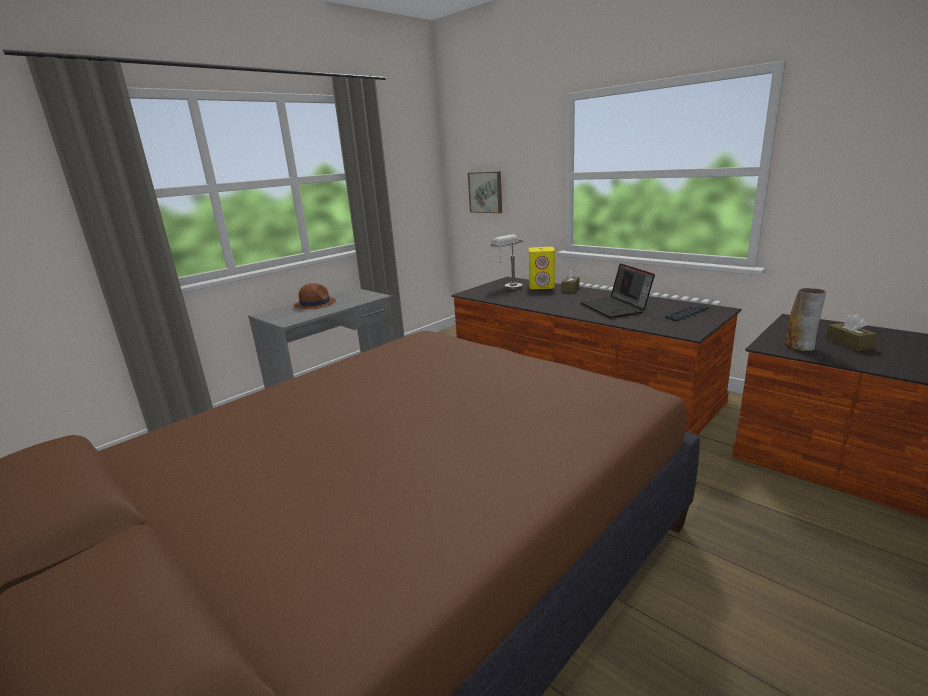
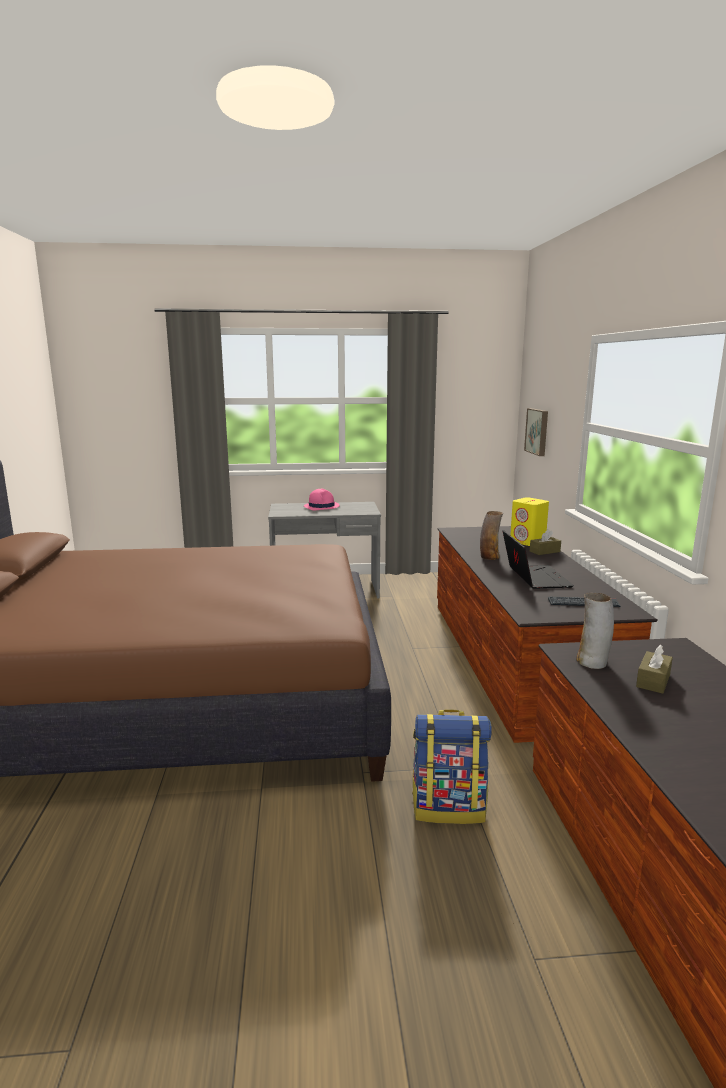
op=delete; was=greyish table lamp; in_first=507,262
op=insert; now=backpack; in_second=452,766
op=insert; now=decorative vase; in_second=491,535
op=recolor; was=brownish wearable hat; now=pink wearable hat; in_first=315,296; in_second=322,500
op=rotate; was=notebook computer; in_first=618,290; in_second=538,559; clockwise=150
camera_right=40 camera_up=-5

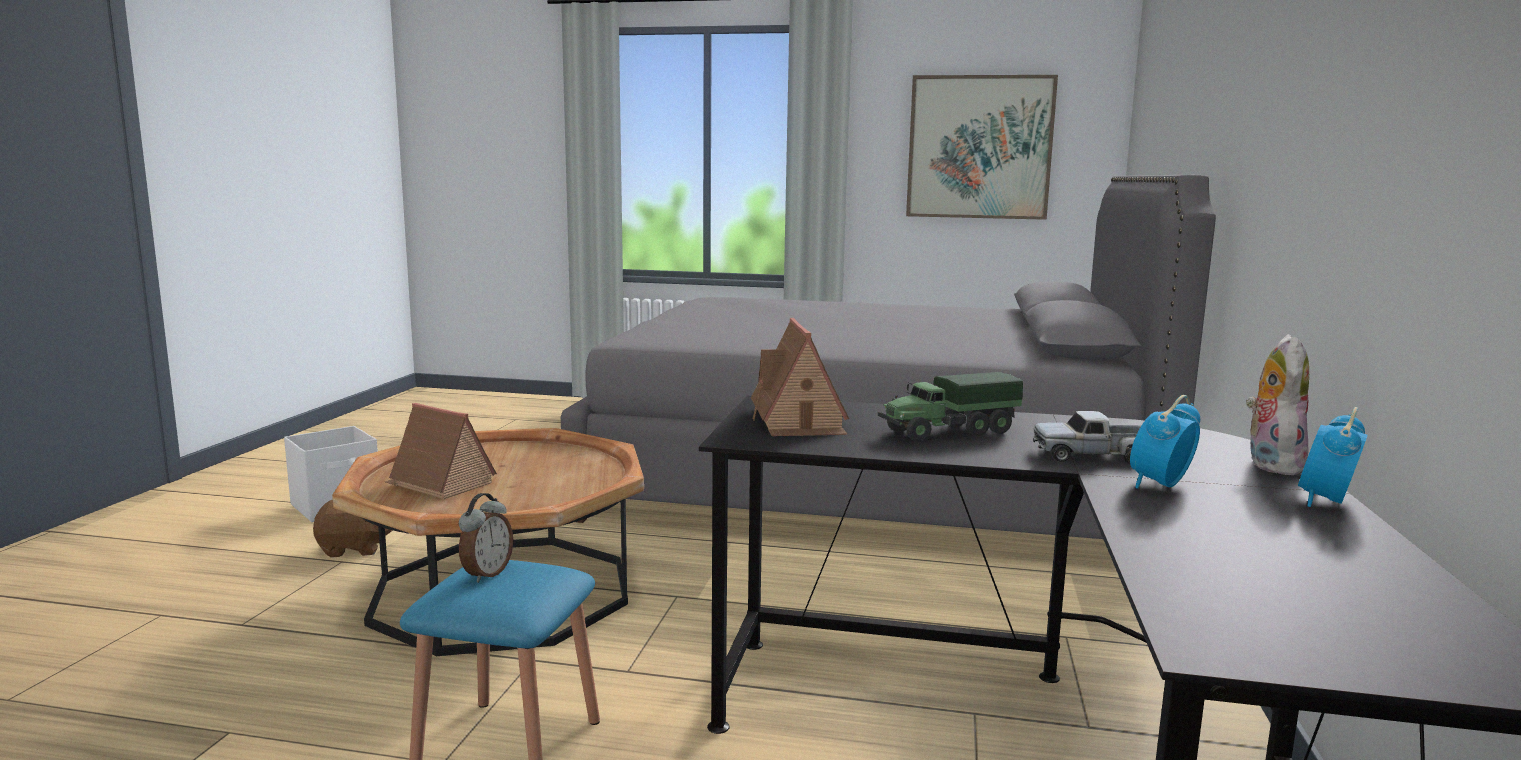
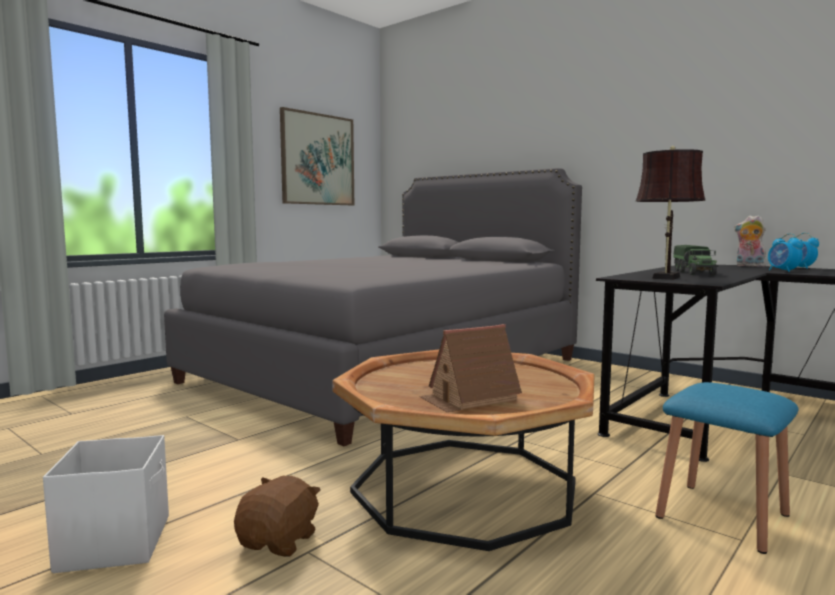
op=delete; was=bedside clock; in_first=486,538
op=delete; was=model truck; in_first=1087,437
op=replace; was=miniature house; now=brownish table lamp; in_first=800,377; in_second=670,213
camera_right=-60 camera_up=-5

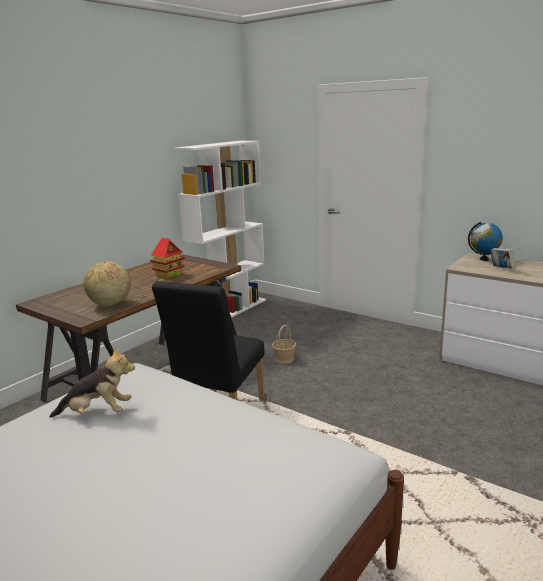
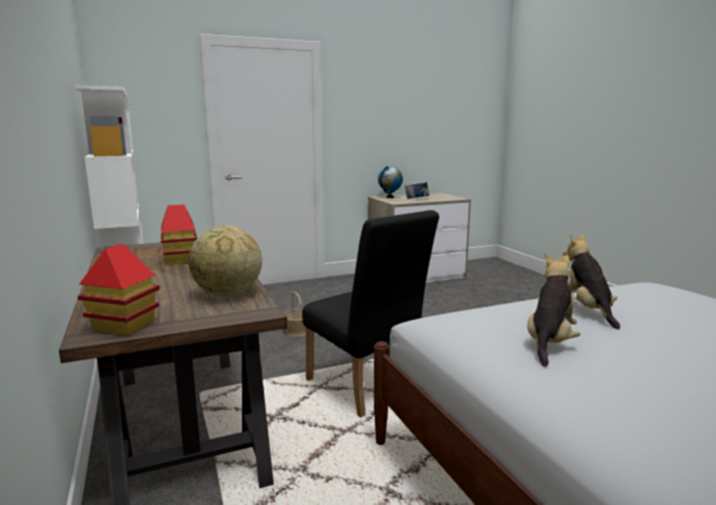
op=insert; now=miniature house; in_second=119,289
op=insert; now=plush toy; in_second=591,281
camera_right=-60 camera_up=-5

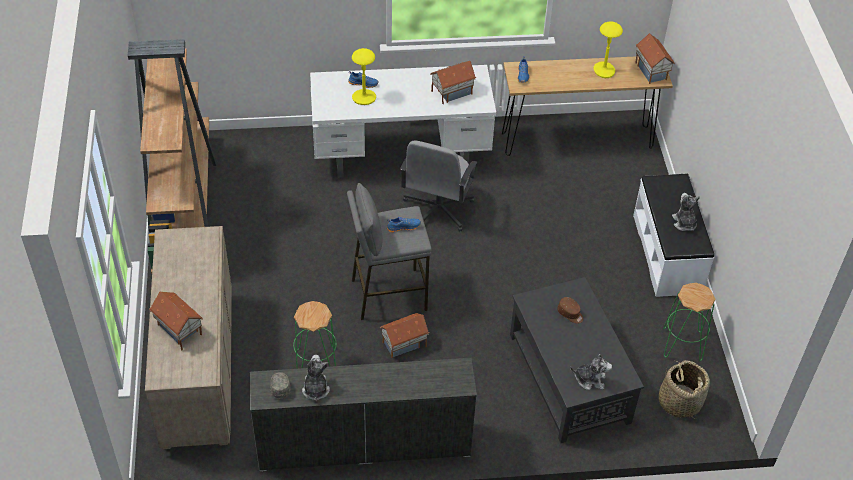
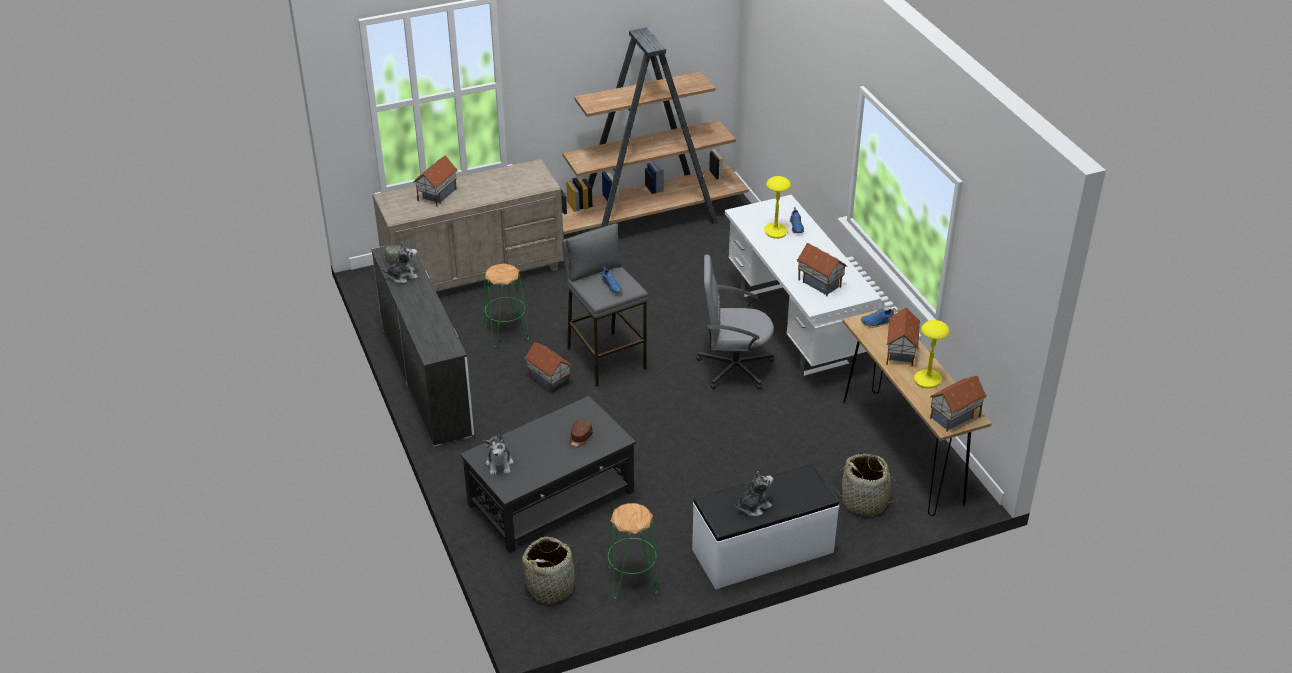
op=insert; now=storage basket; in_second=868,485
op=insert; now=miniature house; in_second=903,337
camera_right=75 camera_up=-10

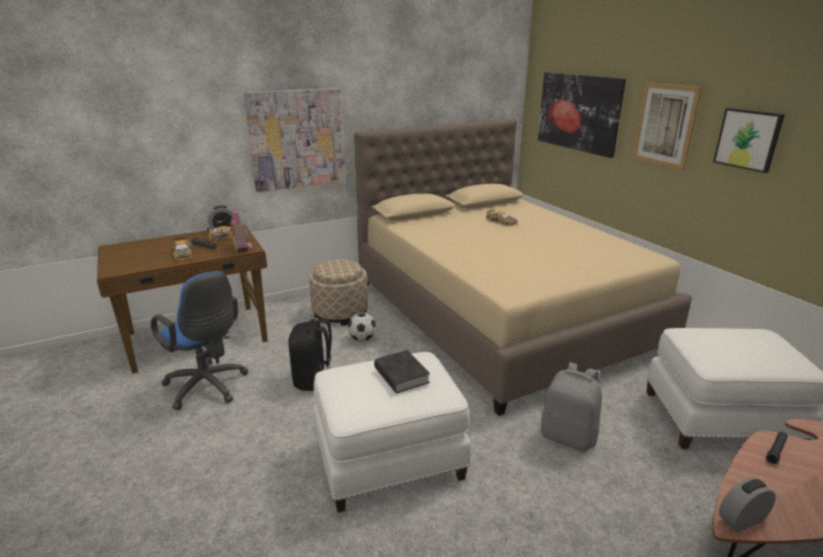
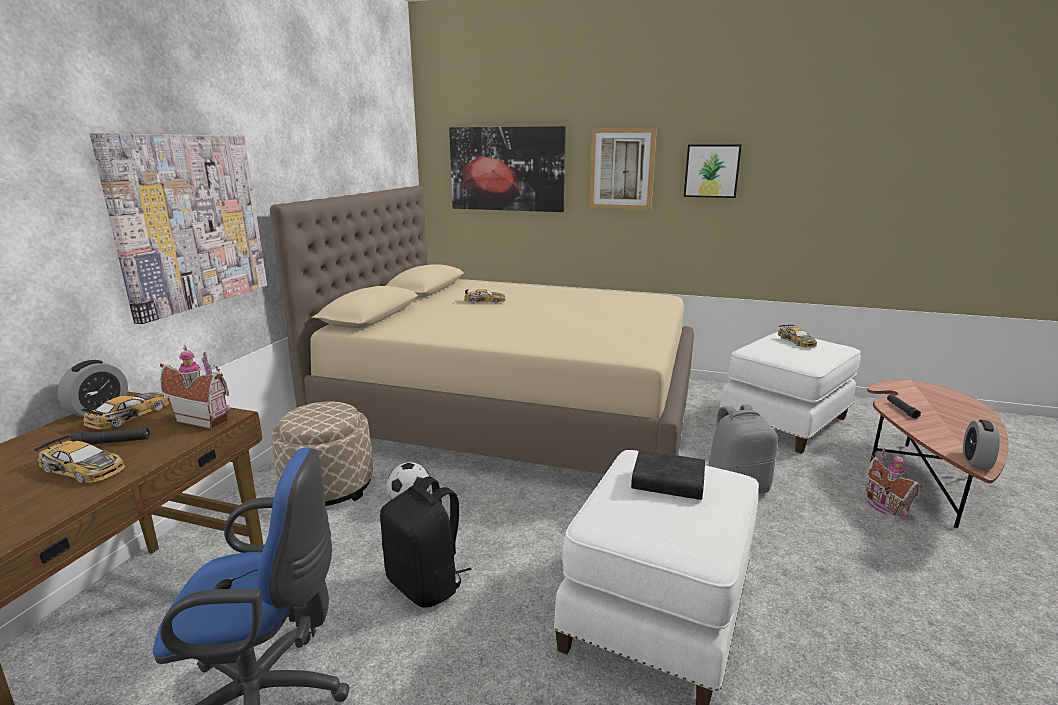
op=insert; now=model car; in_second=797,336
op=insert; now=miniature house; in_second=894,481
camera_right=-45 camera_up=-5

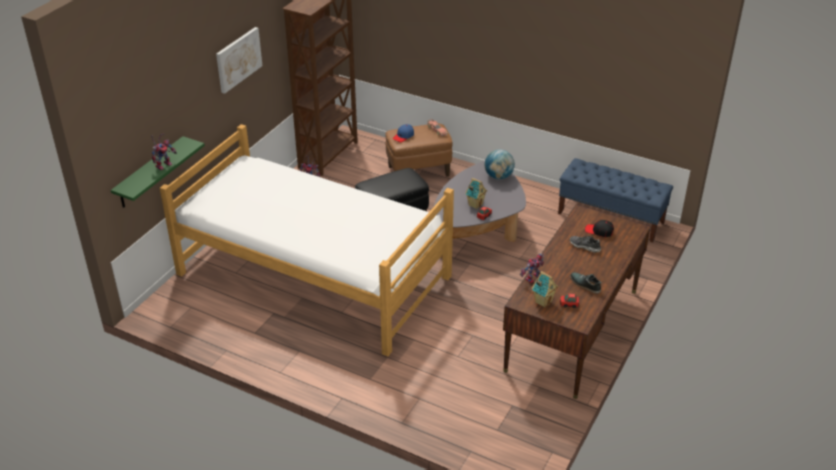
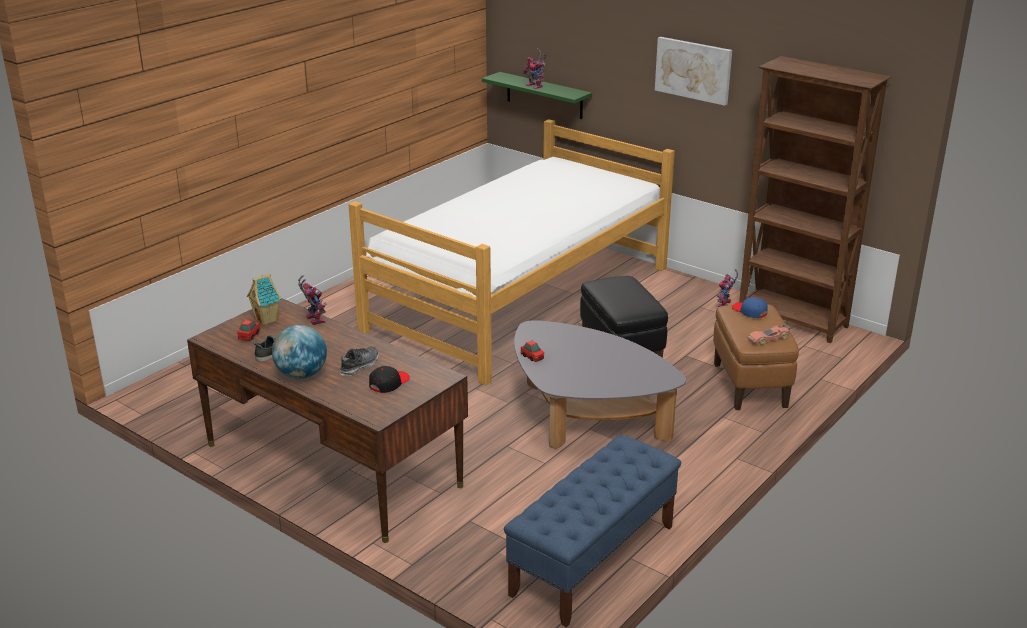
op=delete; was=miniature house; in_first=476,193
op=move; was=desk globe; in_first=500,164; in_second=299,352
camera_right=100 camera_up=-10

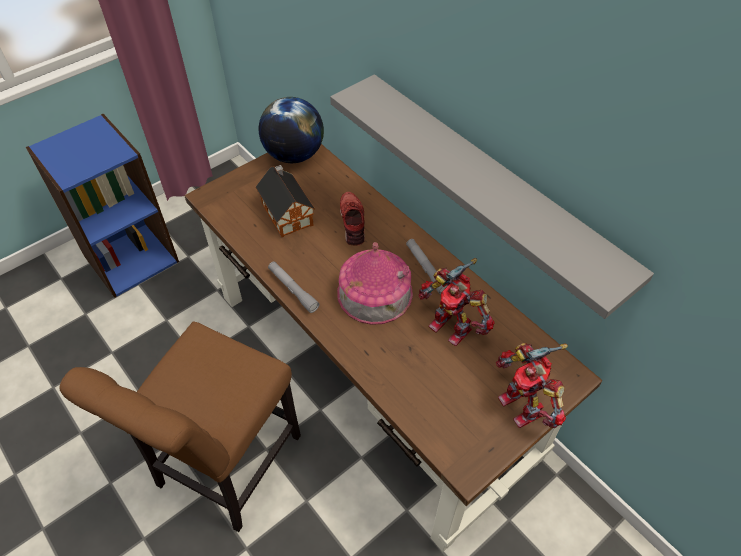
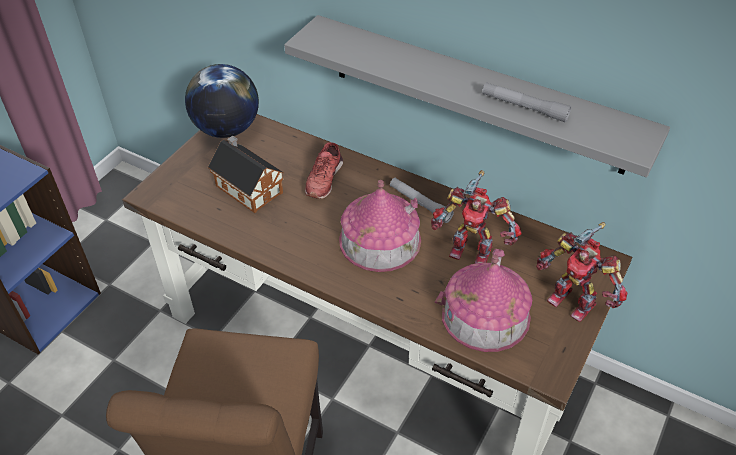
op=insert; now=miniature house; in_second=483,300
op=move; was=greyish hand torch; in_first=293,287; in_second=526,102
op=rotate; was=reddish low shoe; in_first=352,219; in_second=324,170; clockwise=-135
camera_right=-20 camera_up=-5

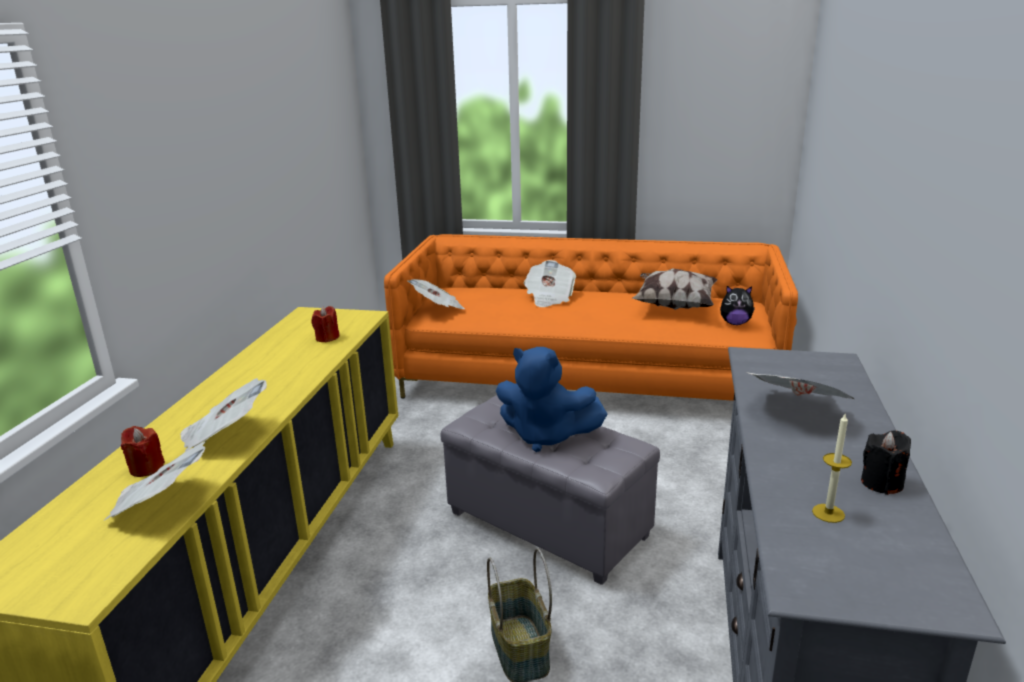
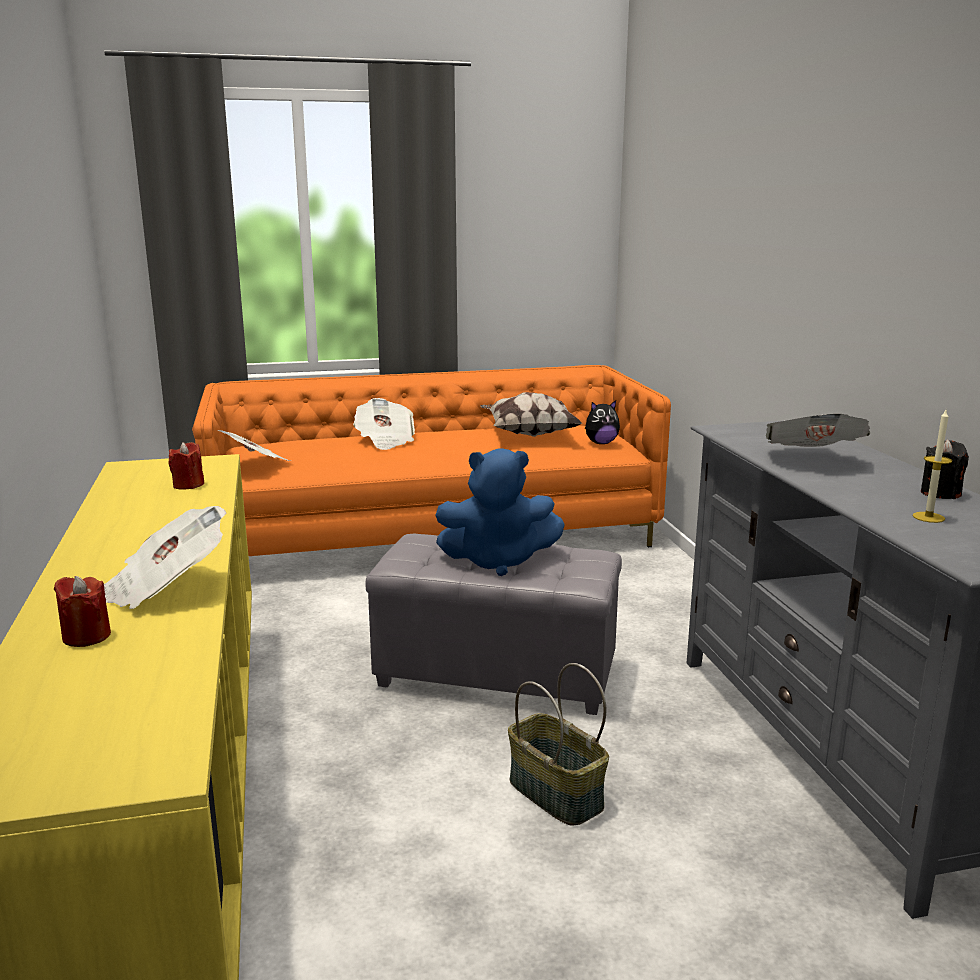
op=delete; was=printed paper; in_first=155,480
camera_right=-25 camera_up=-5

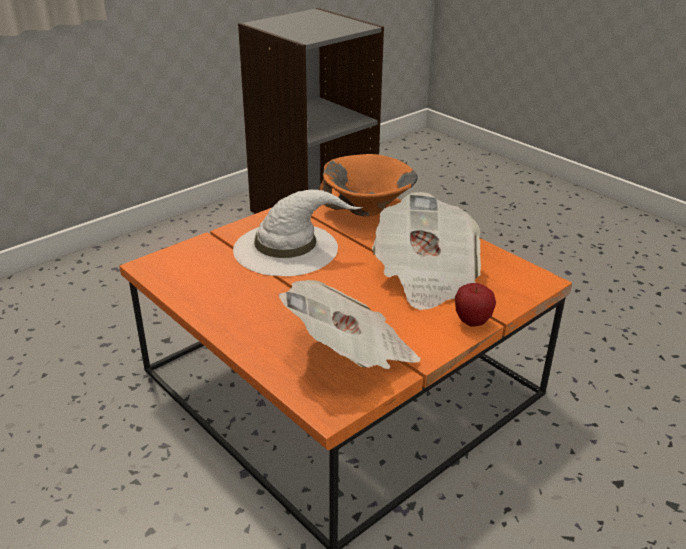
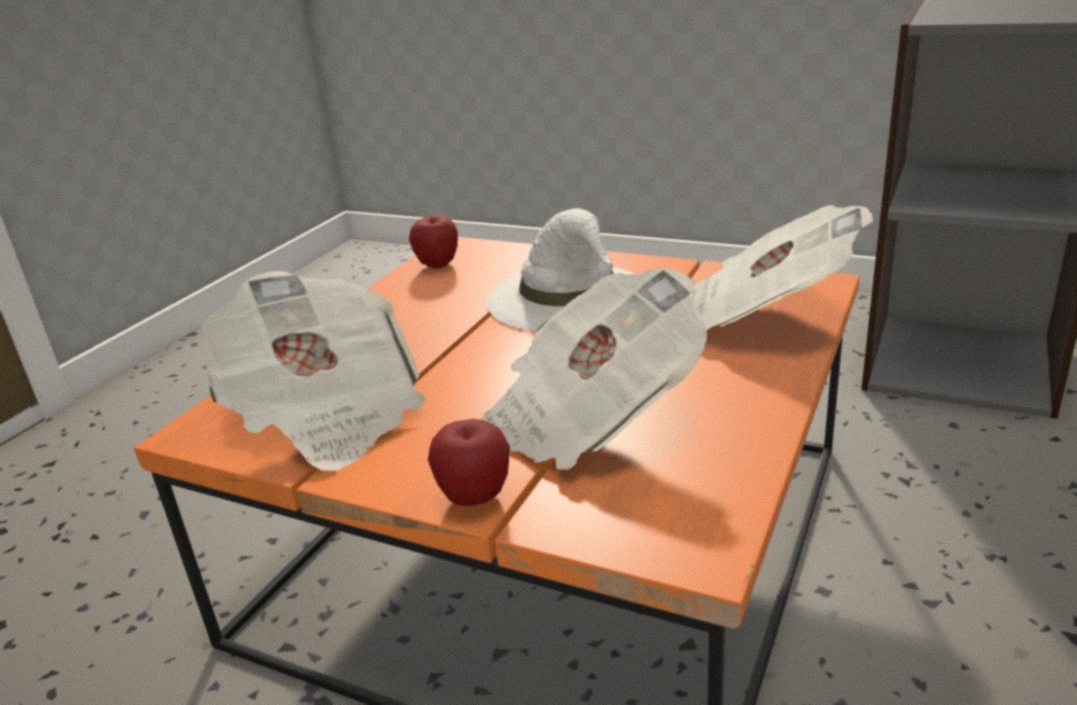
op=insert; now=whole apple; in_second=433,241
op=replace; was=orangey deep dish; now=printed paper; in_first=368,185; in_second=781,268
camera_right=70 camera_up=-5

